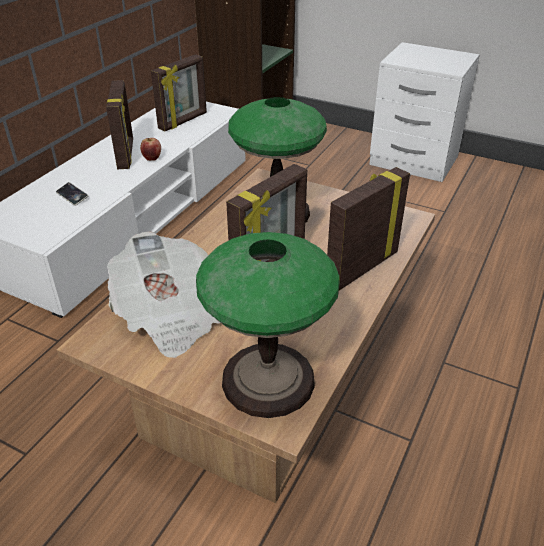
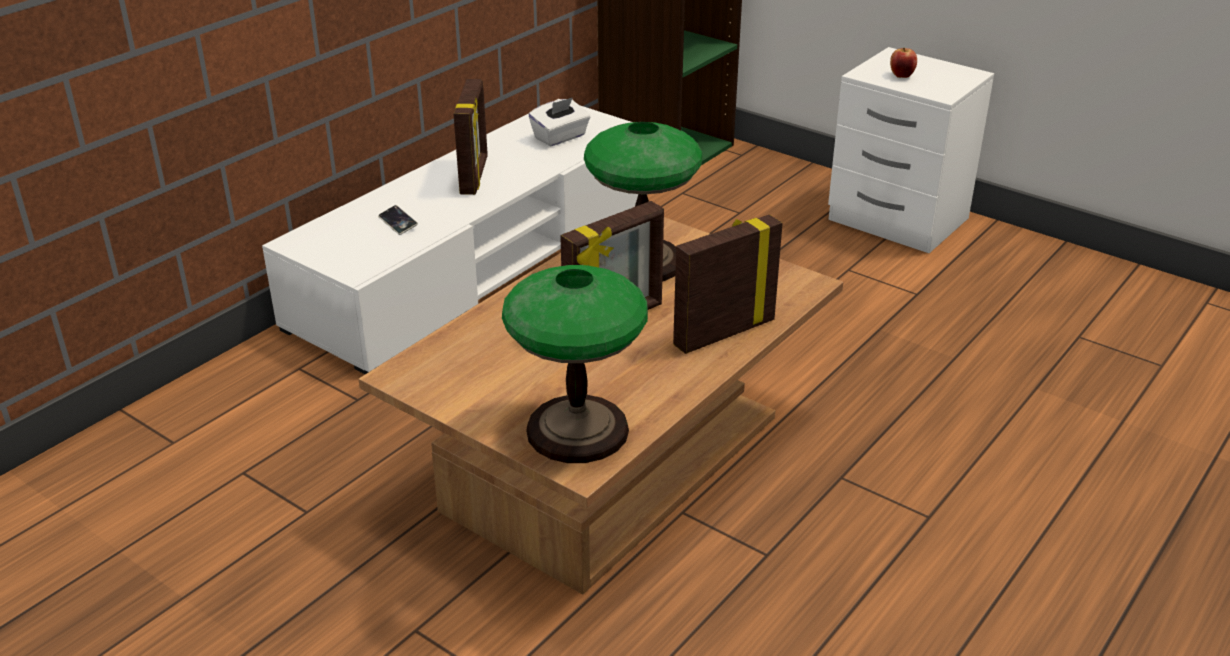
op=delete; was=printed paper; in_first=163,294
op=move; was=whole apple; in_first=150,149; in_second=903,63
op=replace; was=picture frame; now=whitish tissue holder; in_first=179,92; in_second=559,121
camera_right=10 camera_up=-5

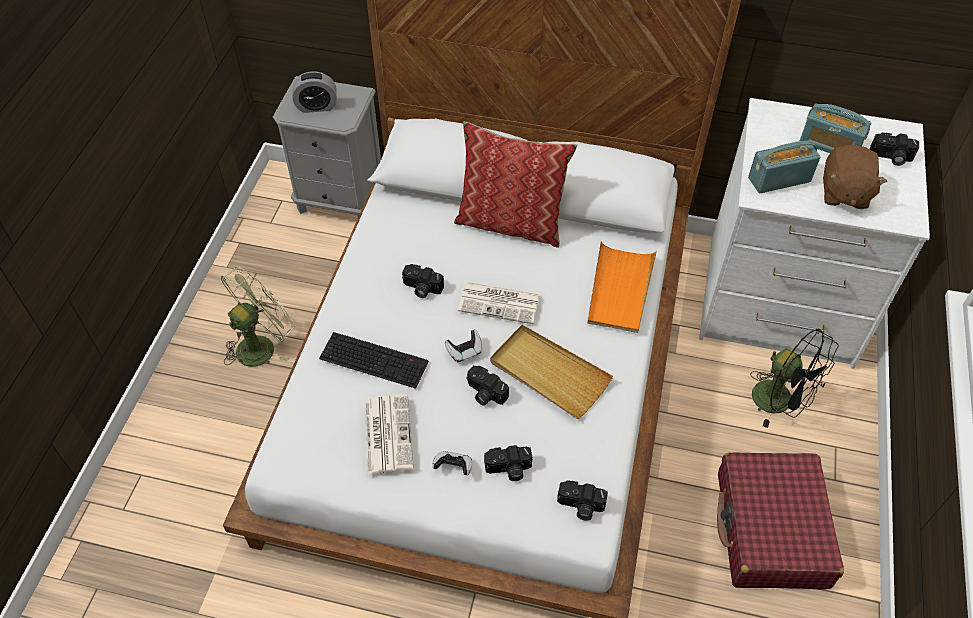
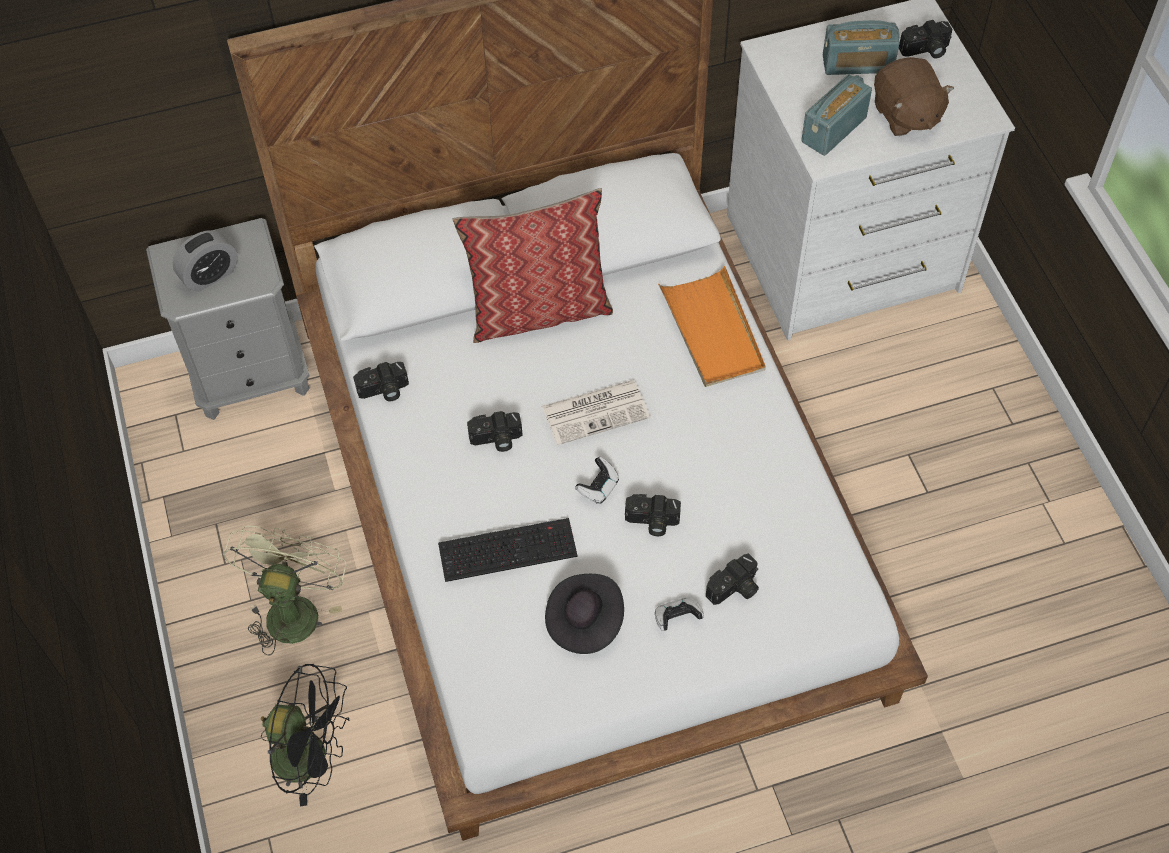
op=delete; was=beige tray; in_first=551,372
op=delete; was=reddish travel case; in_first=780,520
op=move; was=still camera; in_first=582,500; in_second=381,381
op=move; was=black-coloured cooling fan; in_first=794,378; in_second=305,735
op=replace; was=printed paper; now=black-coloured wearable hat; in_first=389,434; in_second=584,614
camera_right=-30 camera_up=5

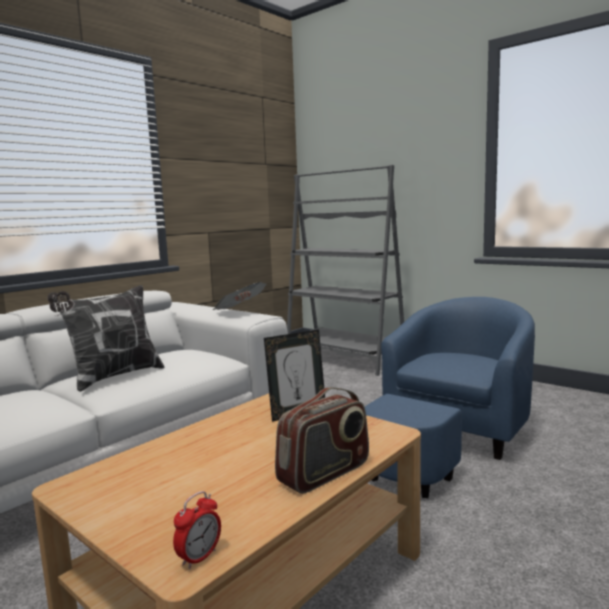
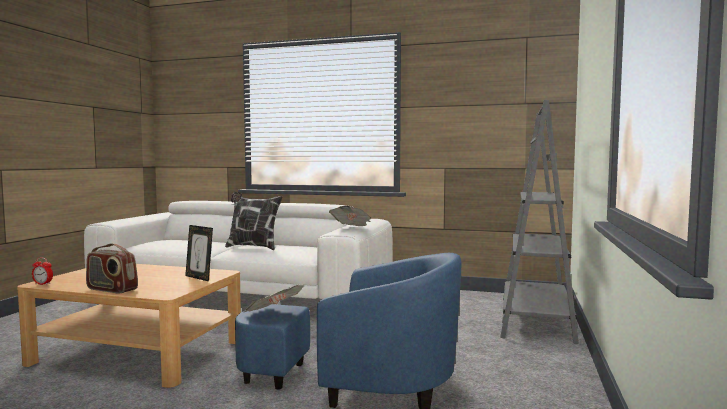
op=insert; now=printed paper; in_second=274,298
camera_right=65 camera_up=-5

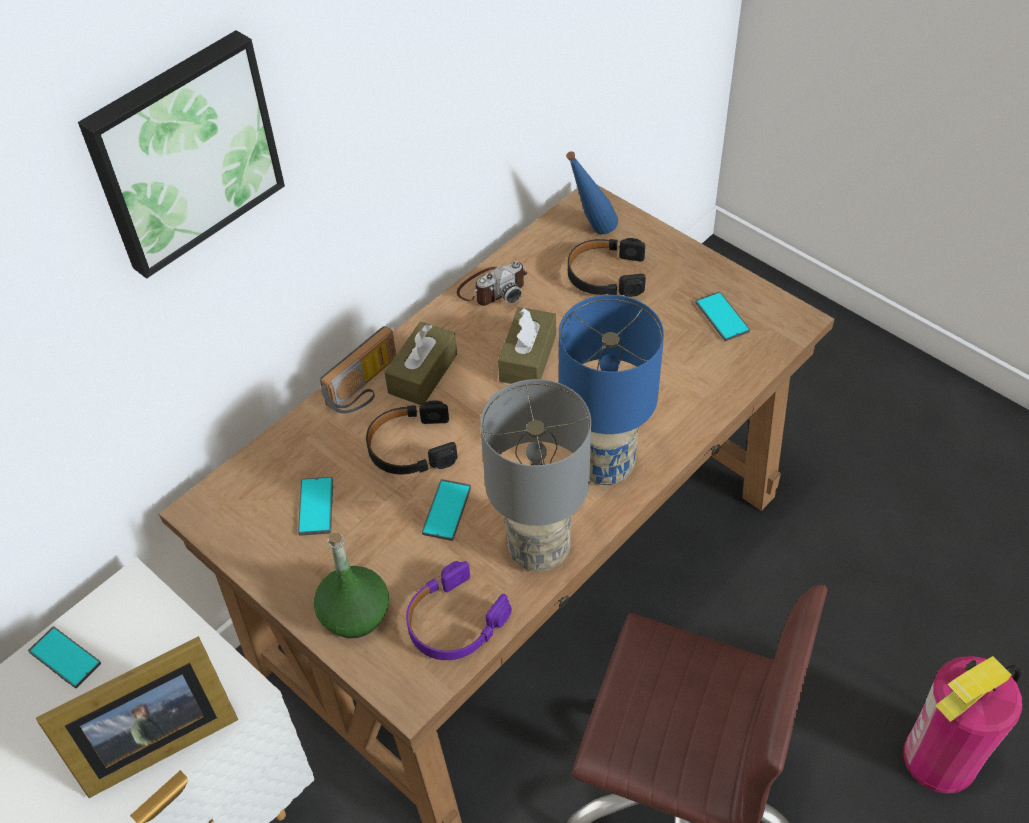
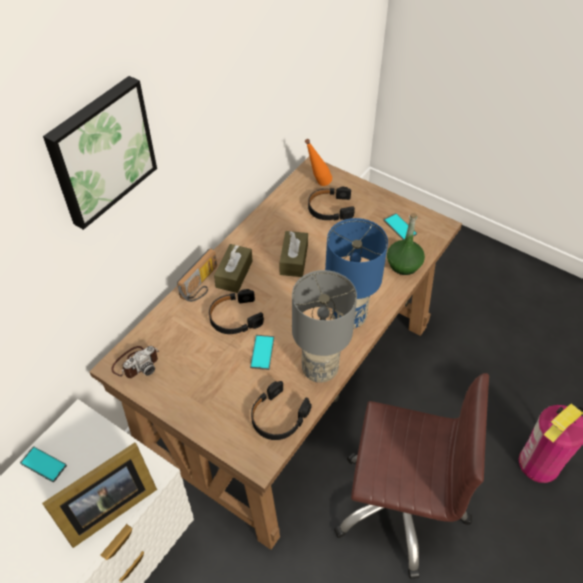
op=delete; was=handset; in_first=315,506
op=move; was=green drink bottle; in_first=351,585; in_second=406,244
op=move; was=still camera; in_first=492,283; in_second=135,362
op=recolor; was=purple headset; now=black-coloured headset; in_first=459,610; in_second=281,410
op=recolor; was=blue-coloured drink bottle; now=orangey drink bottle; in_first=592,192; in_second=318,162
camera_right=-10 camera_up=0

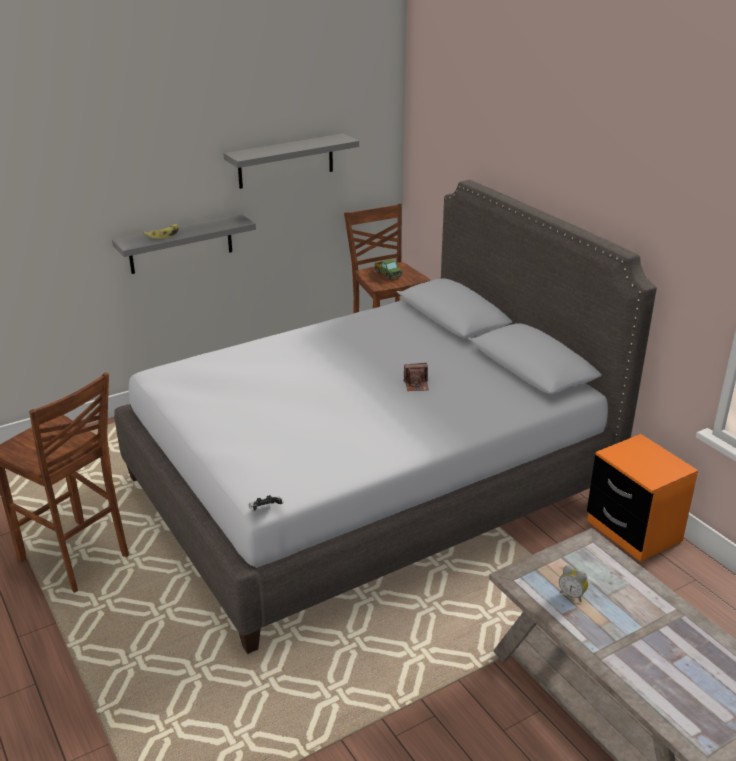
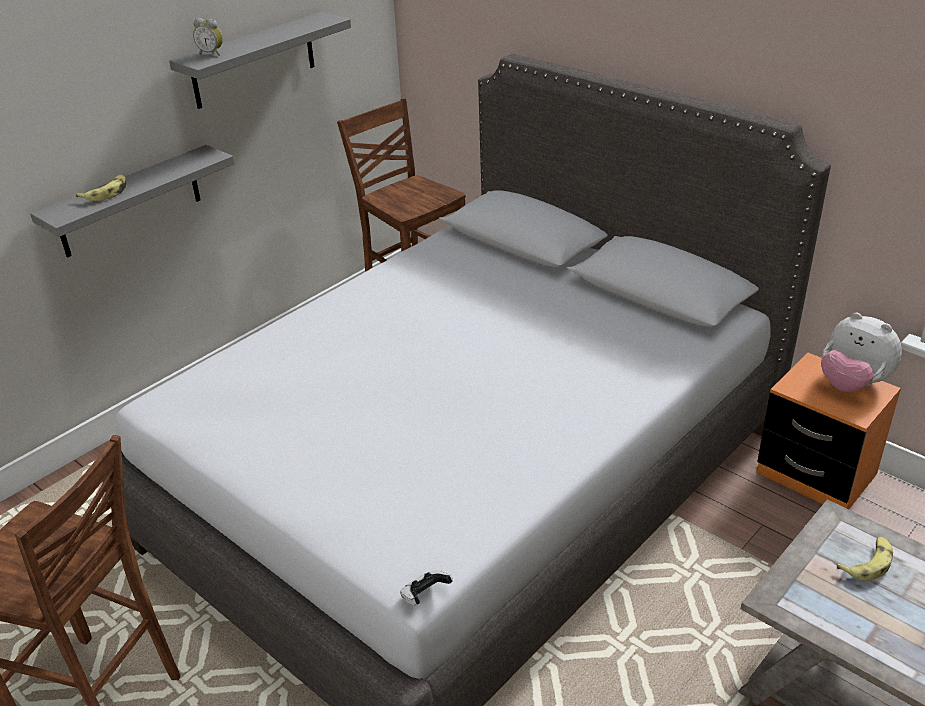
op=delete; was=model truck; in_first=388,269
op=delete; was=still camera; in_first=416,377
op=insert; now=plush toy; in_second=861,352
op=insert; now=banana; in_second=865,559
op=move; was=bedside clock; in_first=573,583; in_second=208,37
camera_right=-15 camera_up=5

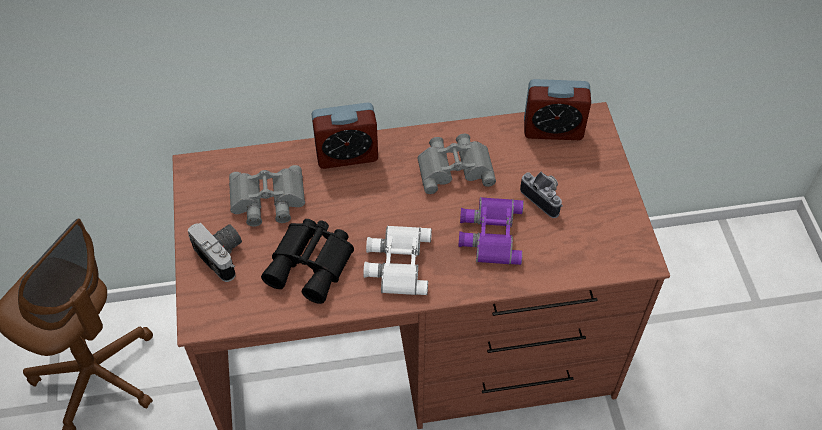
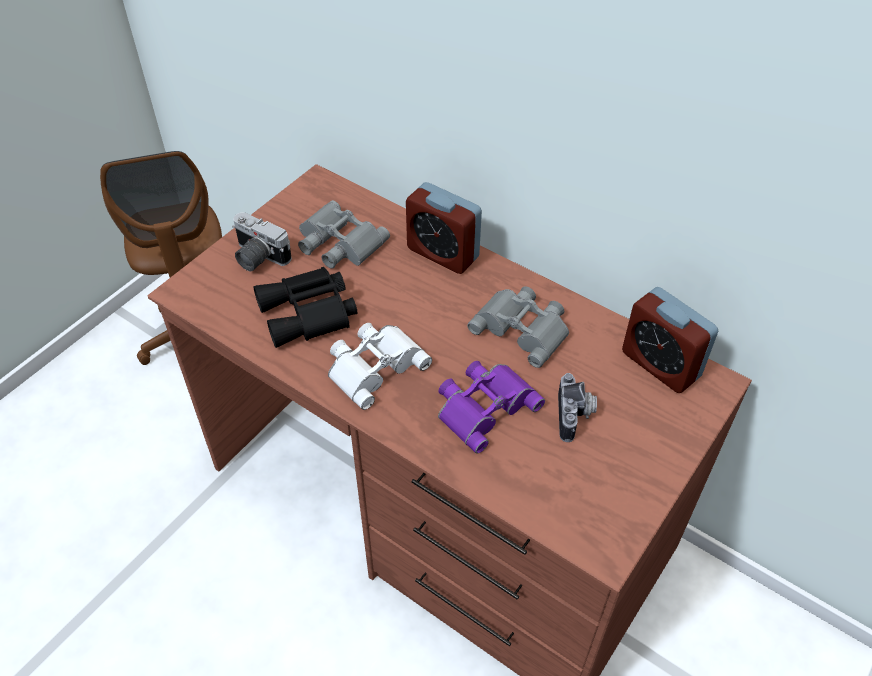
op=rotate; was=still camera; in_first=215,252; in_second=262,241; clockwise=120
camera_right=45 camera_up=-5

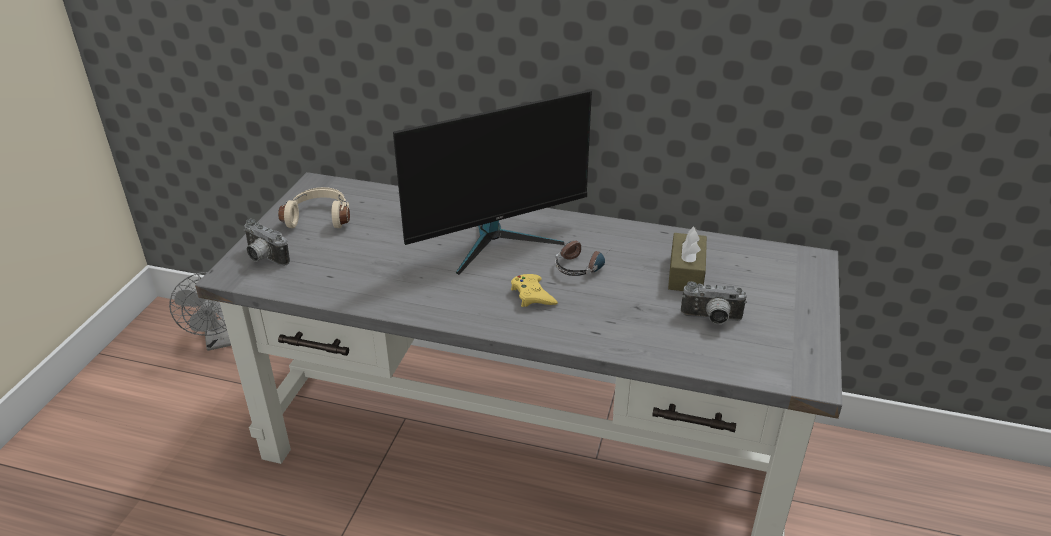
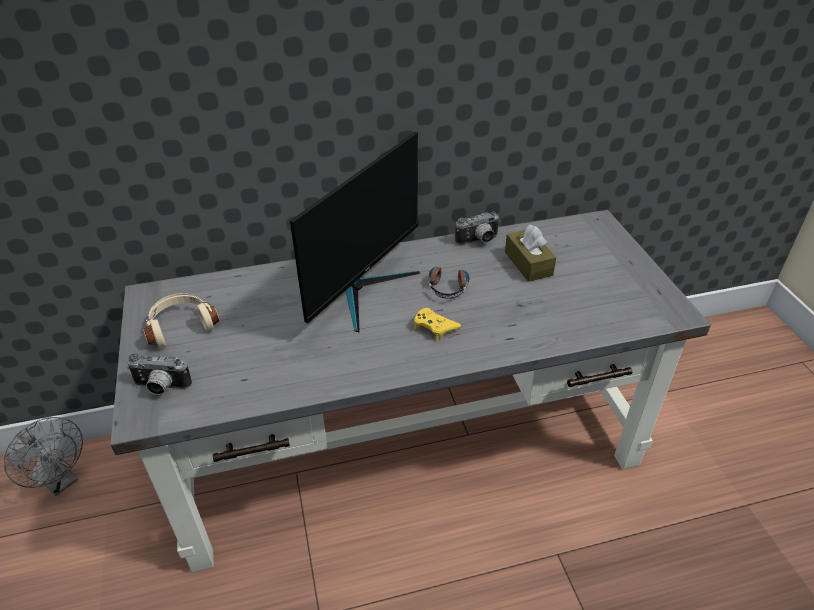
op=move; was=still camera; in_first=714,302; in_second=477,228
camera_right=-30 camera_up=5

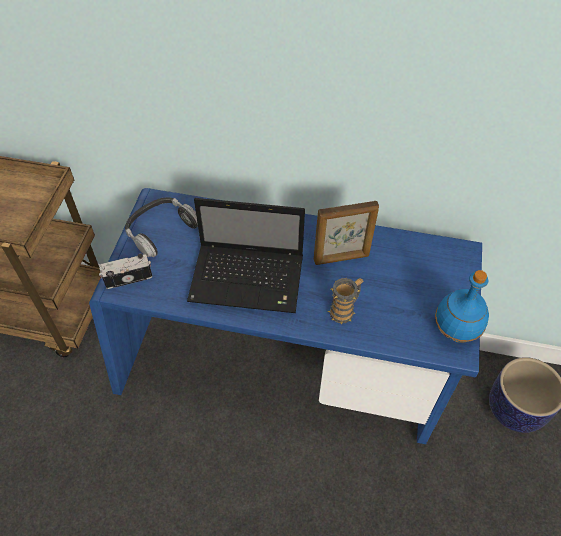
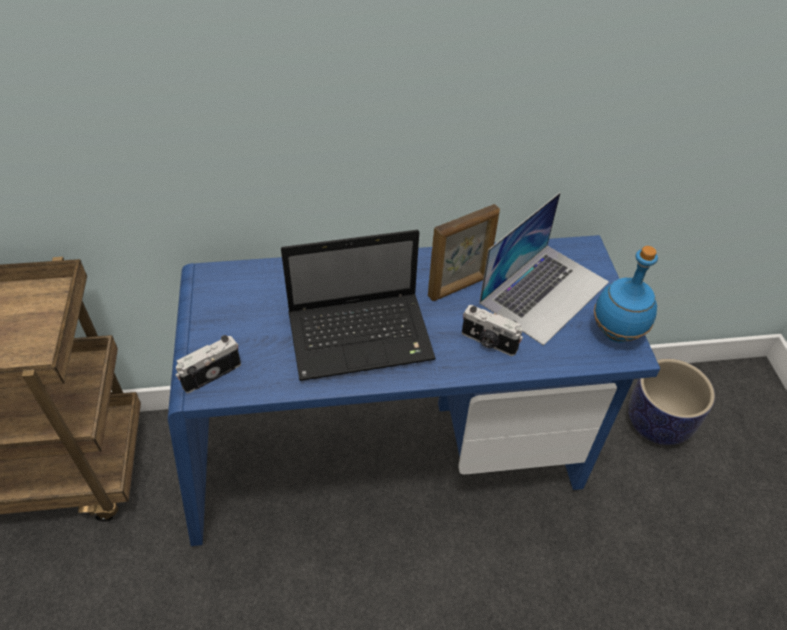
op=delete; was=headset; in_first=161,227
op=insert; now=notebook computer; in_second=544,269
op=replace; was=mug; now=still camera; in_first=345,301; in_second=492,330
camera_right=-20 camera_up=-5

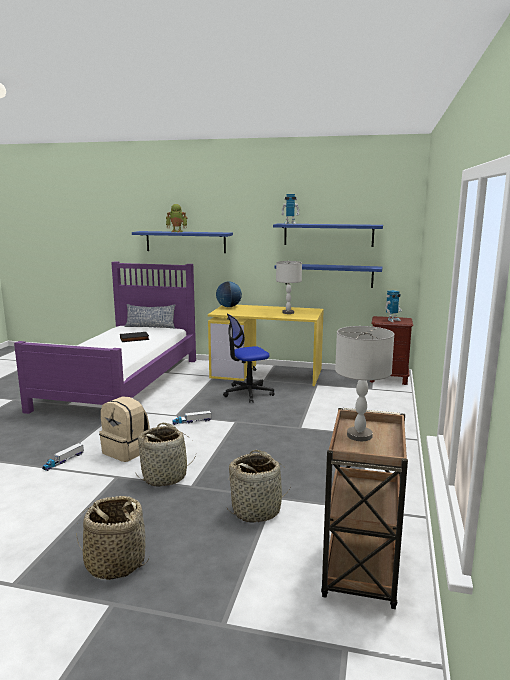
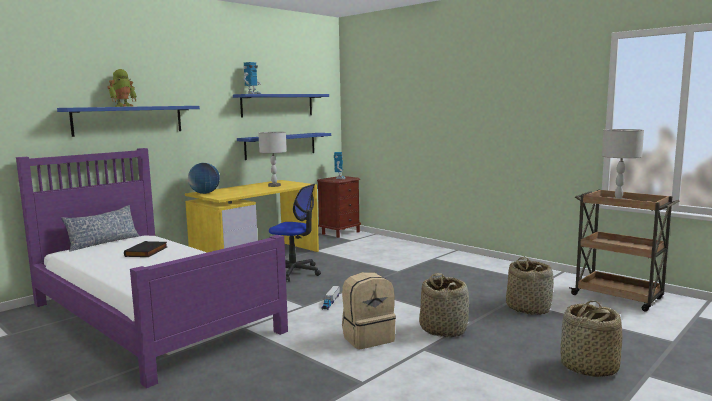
op=delete; was=model truck; in_first=63,457
op=rotate; was=computer chair; in_first=248,358; in_second=295,233; clockwise=-75
camera_right=-60 camera_up=-5

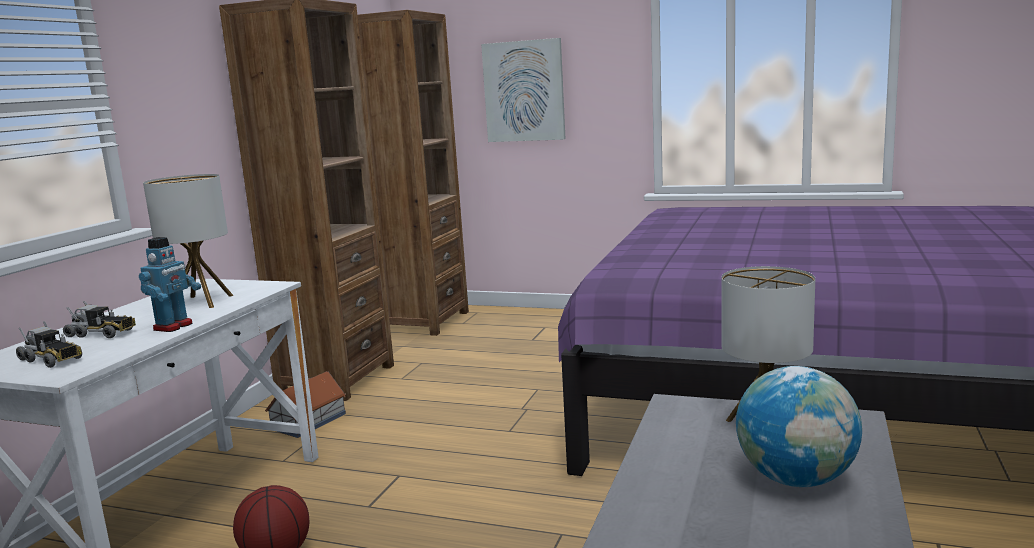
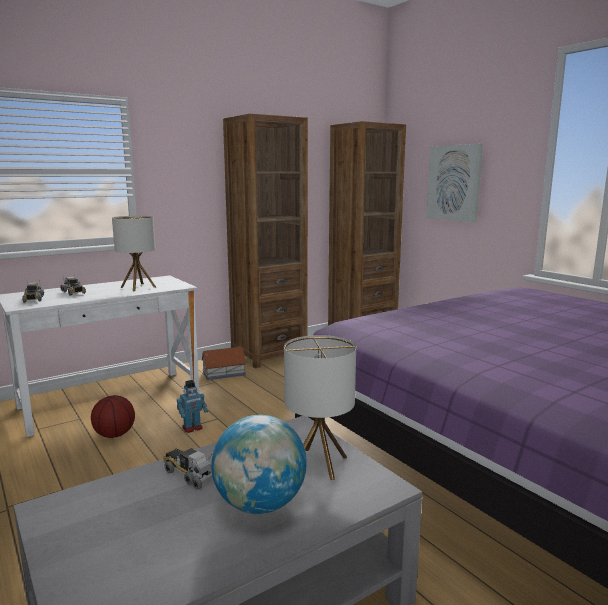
op=insert; now=model truck; in_second=188,469
op=move; was=model robot; in_first=170,284; in_second=192,406
camera_right=35 camera_up=0

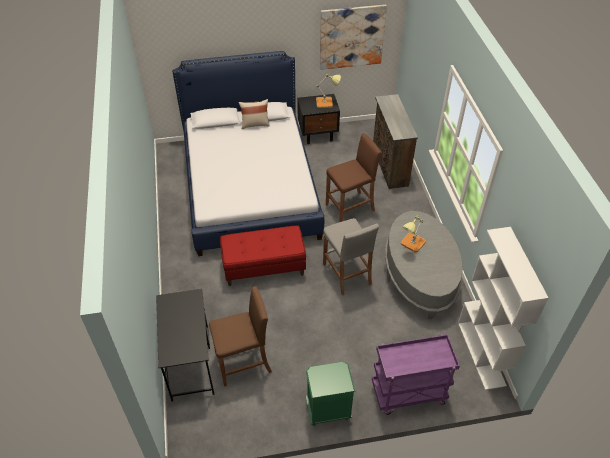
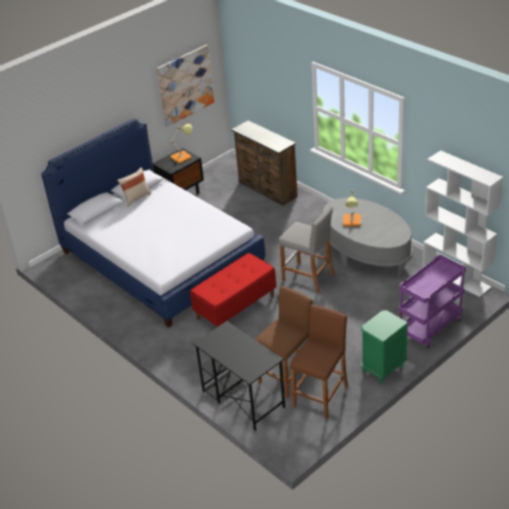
op=move; was=brownish stool; in_first=354,177; in_second=319,362
camera_right=-30 camera_up=-10

